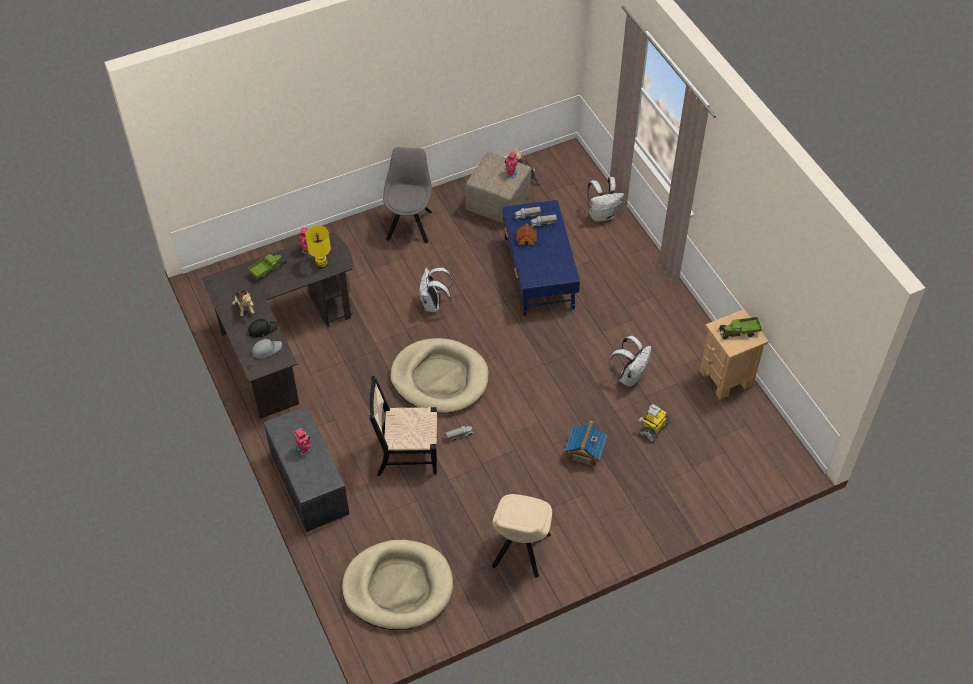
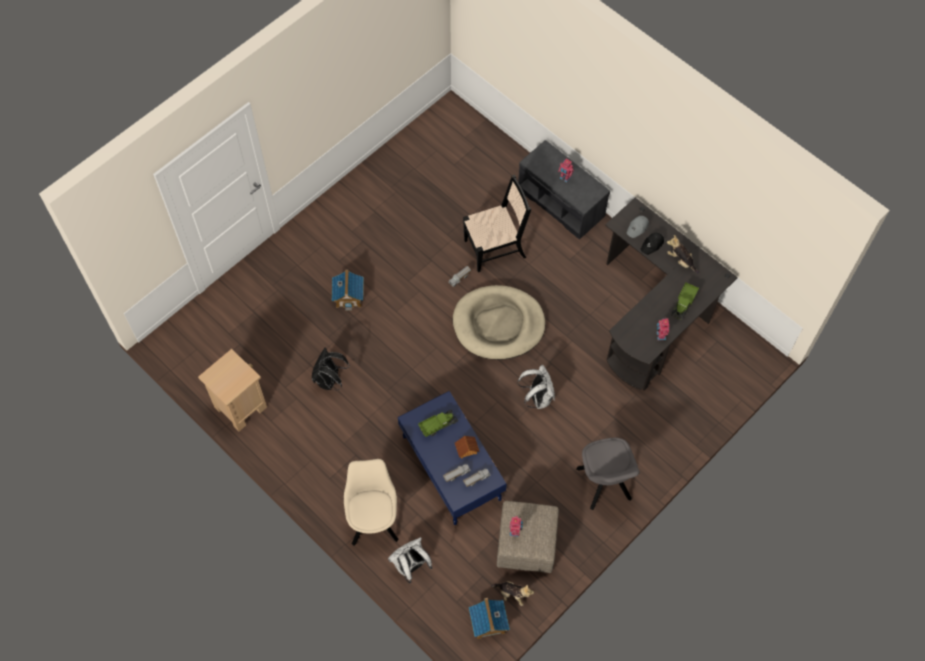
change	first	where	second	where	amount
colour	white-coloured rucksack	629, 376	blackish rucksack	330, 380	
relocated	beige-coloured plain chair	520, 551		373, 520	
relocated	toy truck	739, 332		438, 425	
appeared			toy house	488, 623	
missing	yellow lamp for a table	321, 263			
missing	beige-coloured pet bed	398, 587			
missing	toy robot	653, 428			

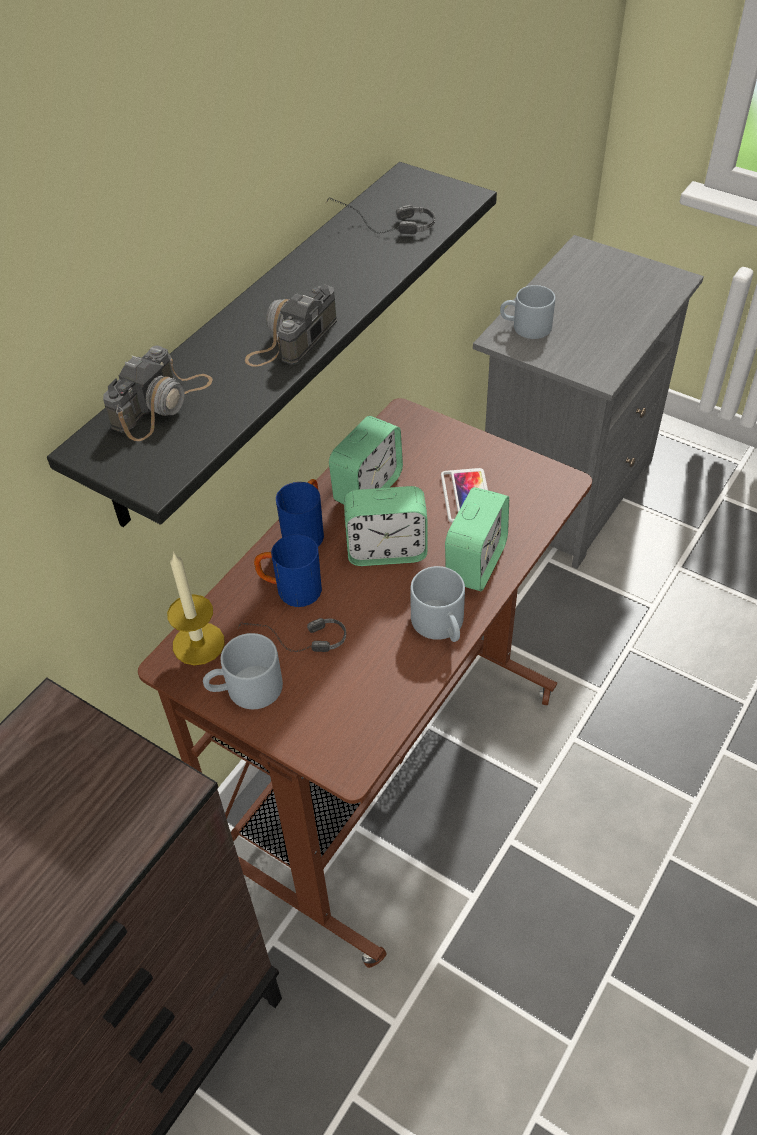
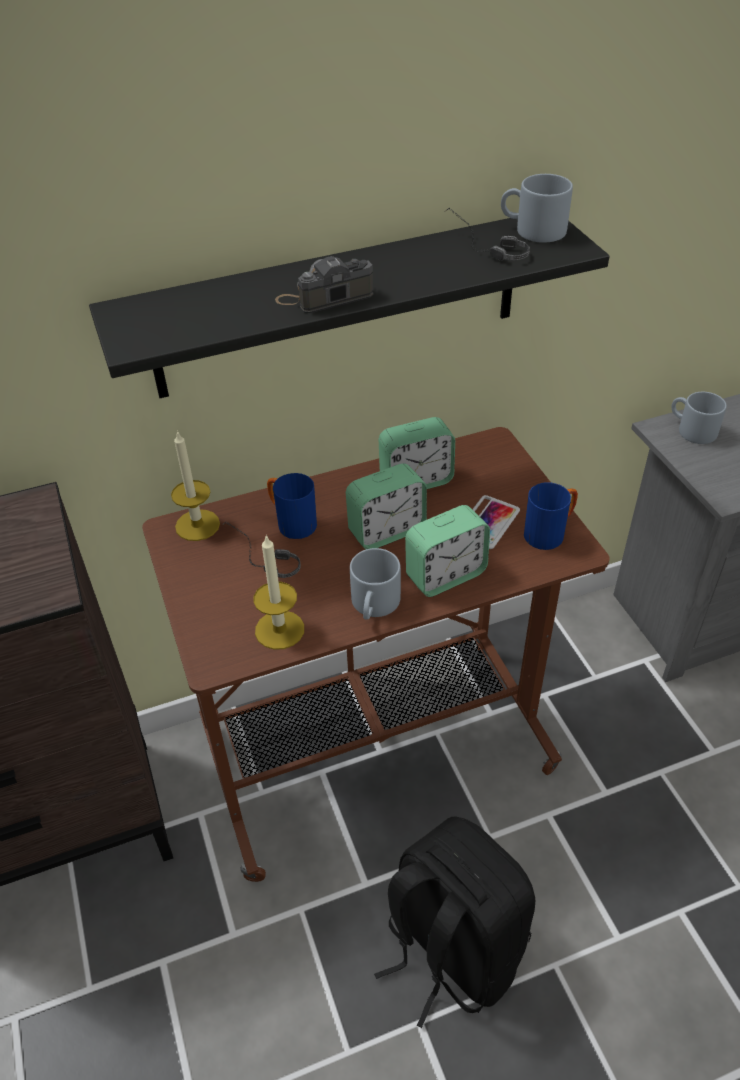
change	first	where	second	where	amount
appeared			wax light	279, 630	
spun	table clock	386, 550		386, 531	60 degrees counterclockwise
appeared			blackish rucksack	450, 949	
relocated	greyish tea mug	245, 690		532, 230	
relocated	bluish tea mug	306, 531		549, 533	
missing	still camera	162, 403			

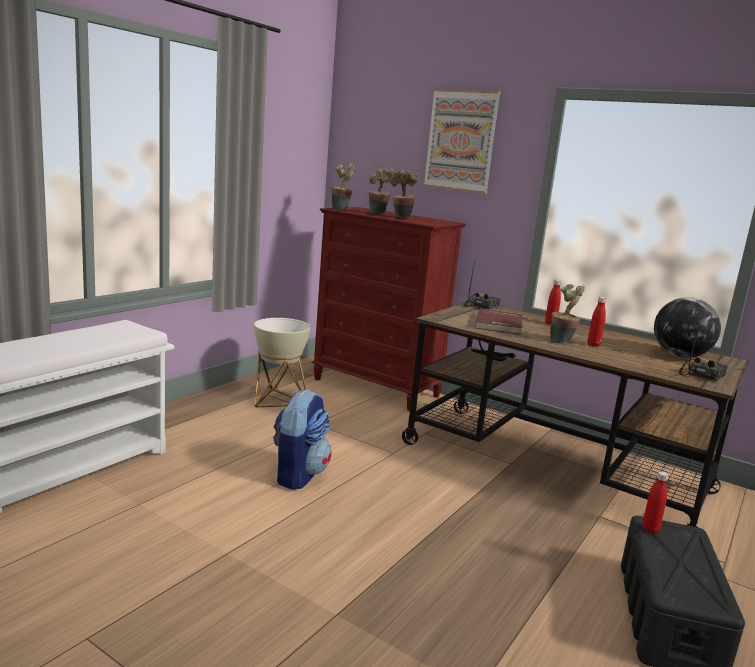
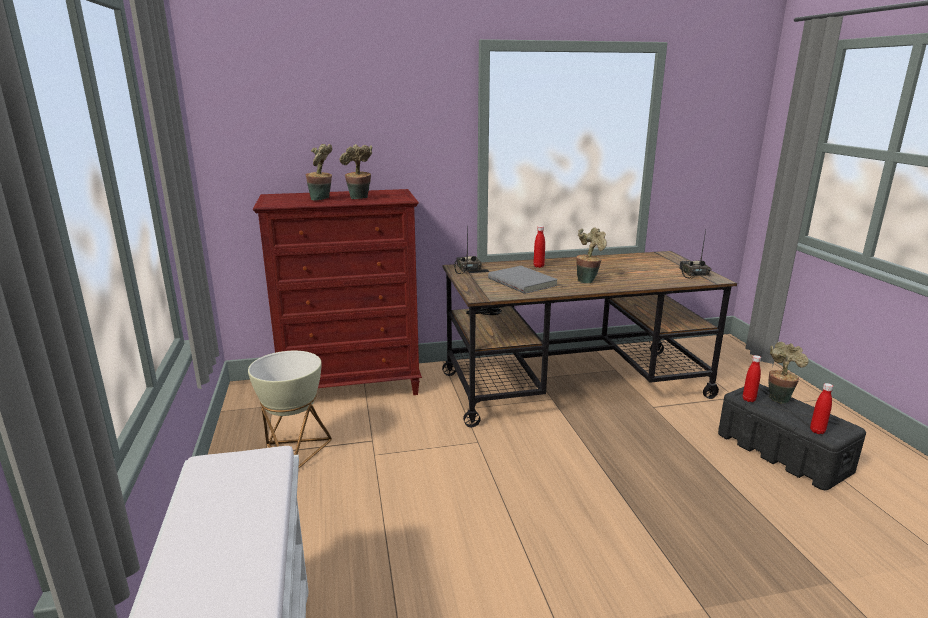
change	first	where	second	where	amount
colour	reddish bound book	500, 324	greyish bound book	523, 282	
relocated	houseplant	341, 209		779, 397	
relocated	reddish beverage bottle	593, 345		817, 431	
missing	rucksack	298, 474			
missing	picture	461, 141			
missing	globe	679, 356			

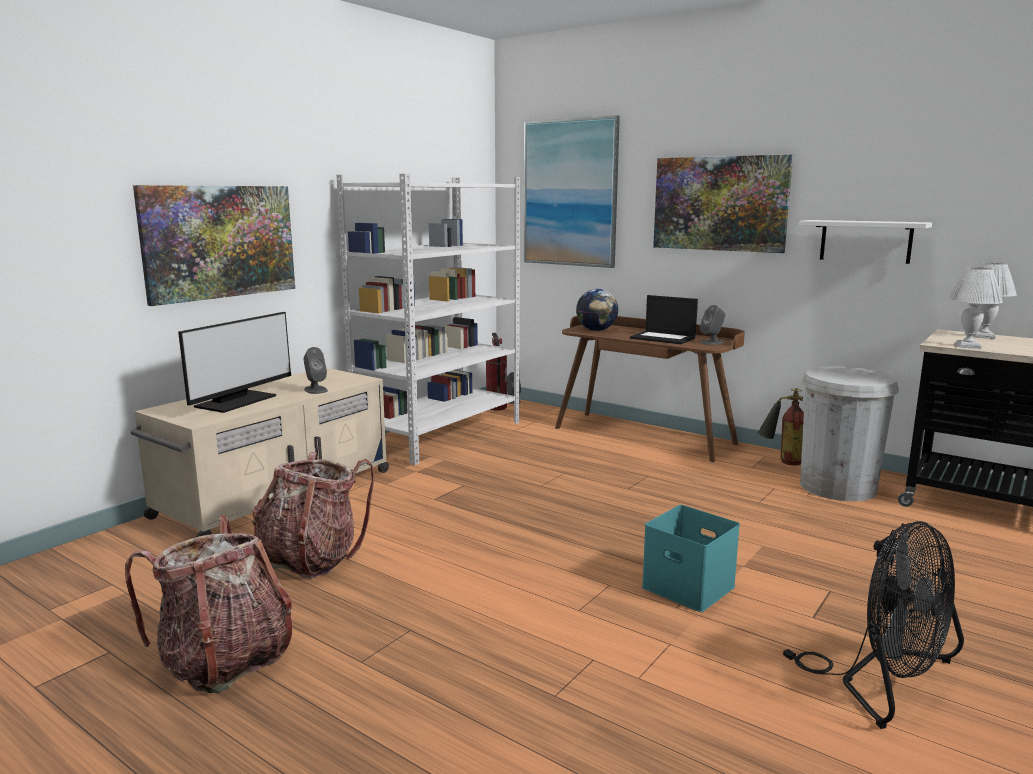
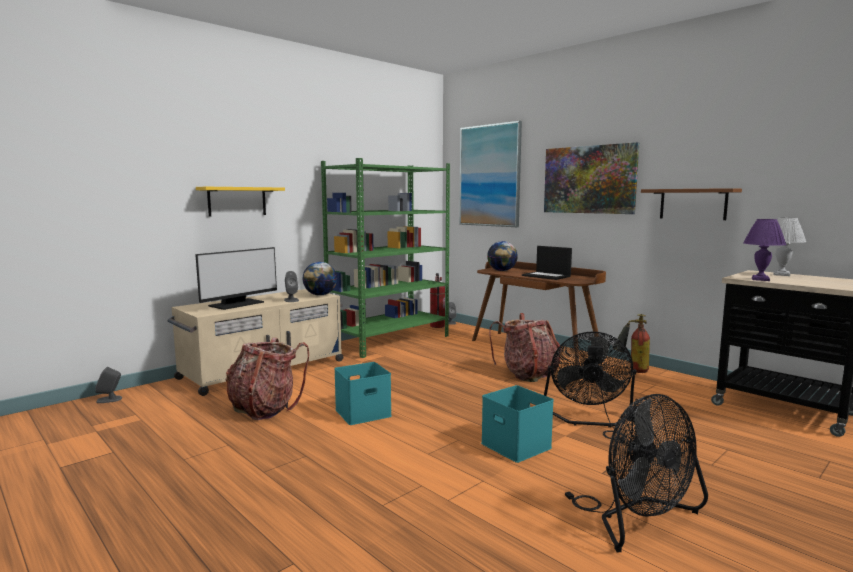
change	first	where	second	where	amount
relocated	greyish loudspeaker	712, 342		109, 399	
exchanged	picture	220, 242	yellow bracket shelf	237, 201	
appeared			globe	320, 295	
colour	white-coloured shelving unit	439, 434	green-coloured shelving unit	389, 340	
appeared			turquoise storage box	363, 412	
relocated	rucksack	225, 660		527, 374	
appeared			blackish fan	593, 421	
colour	white-coloured bracket shelf	865, 241	brown-coloured bracket shelf	693, 204	
colour	white-coloured lamp for a table	968, 346	purple lamp for a table	761, 279	
missing	white-coloured waste bin	837, 487			

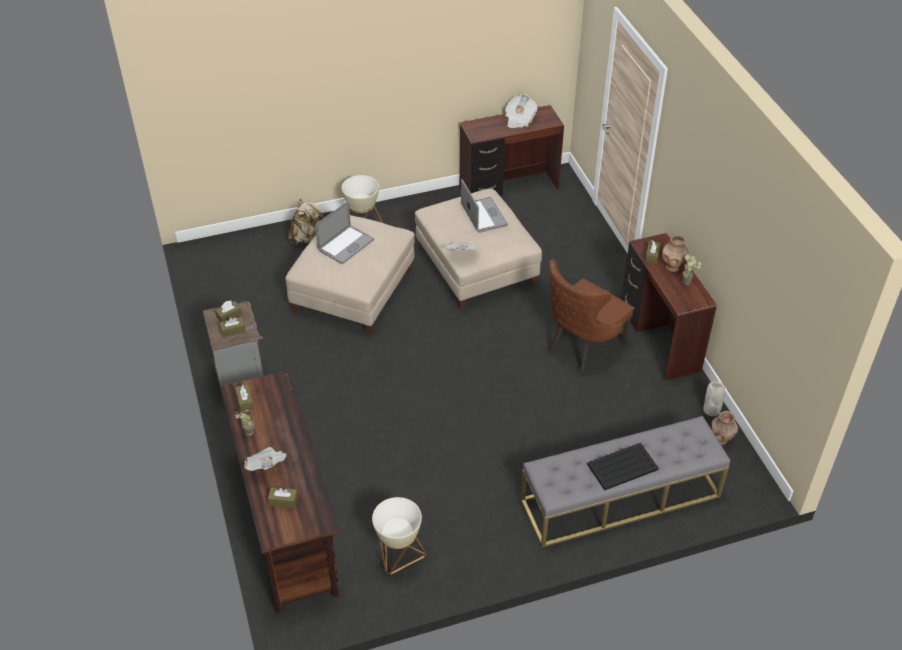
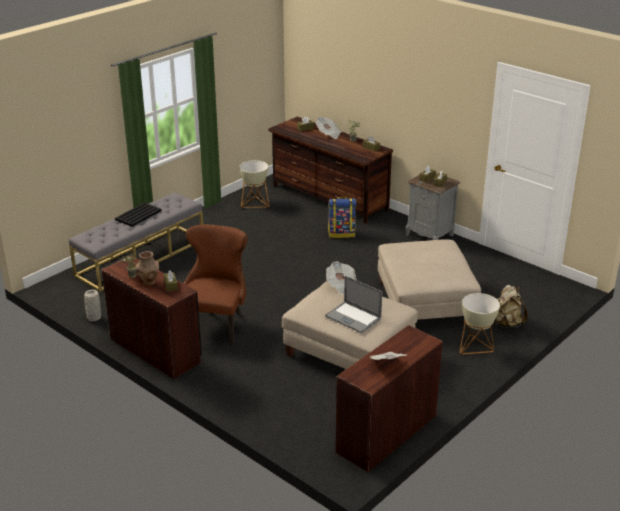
change	first	where	second	where	amount
appeared			rucksack	342, 233	
missing	laptop	346, 245			
missing	brown-coloured decorative vase	720, 440			

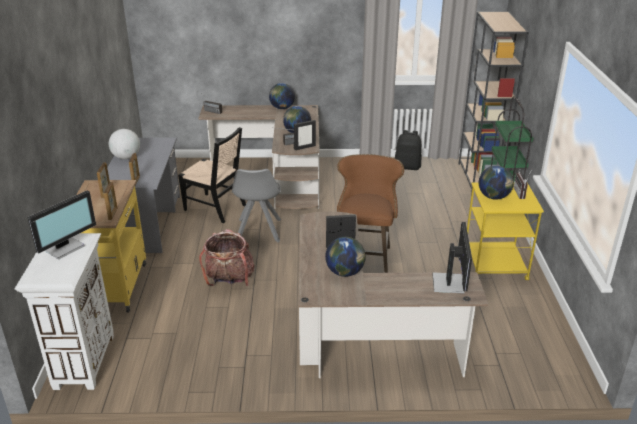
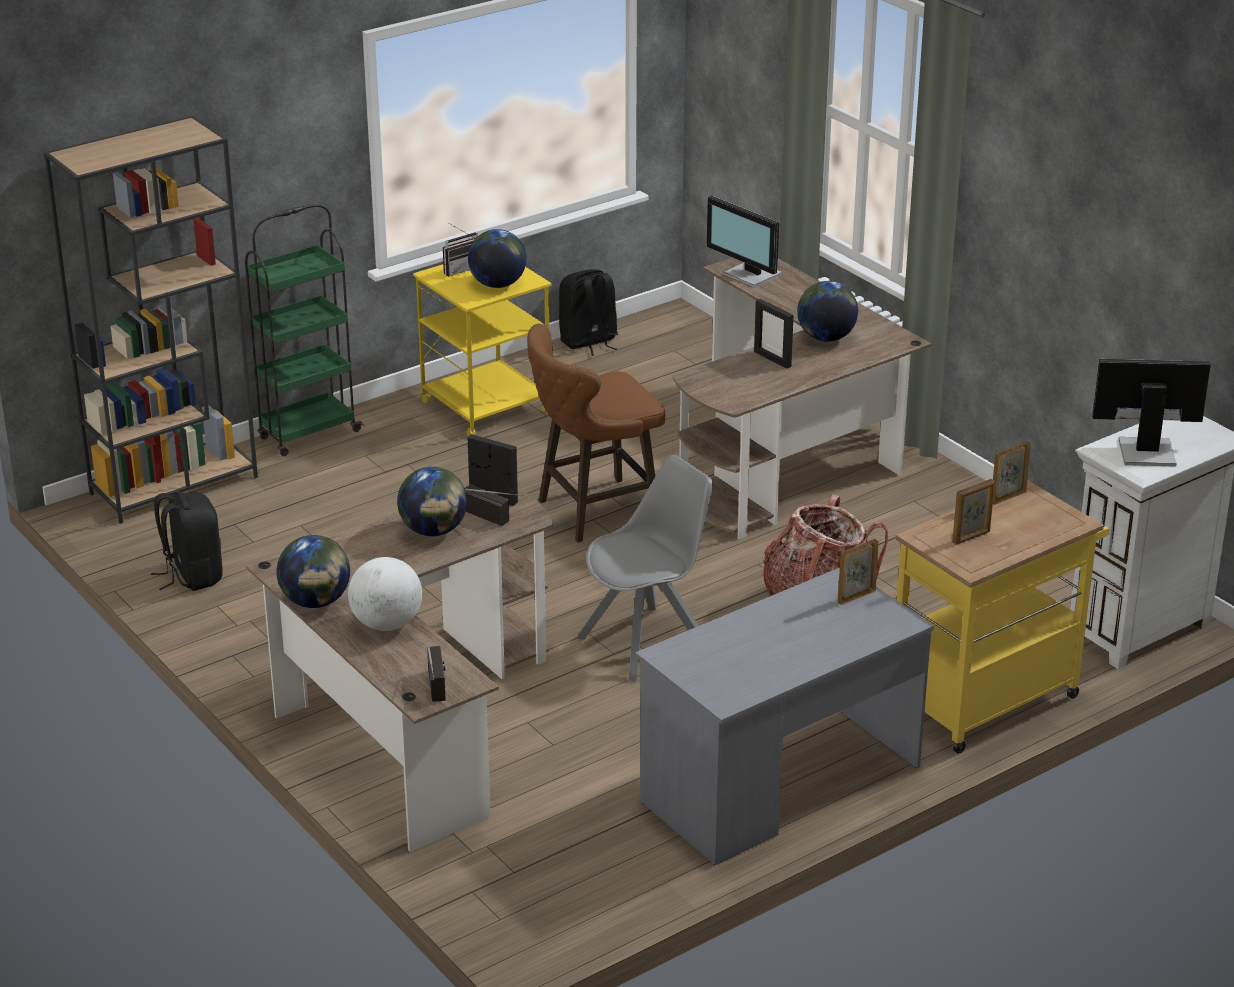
change	first	where	second	where	amount
relocated	globe	126, 157		387, 624	
appeared			blackish rucksack	588, 342	
spun	computer screen	449, 283		751, 275	105 degrees counterclockwise
missing	plain chair	215, 208			

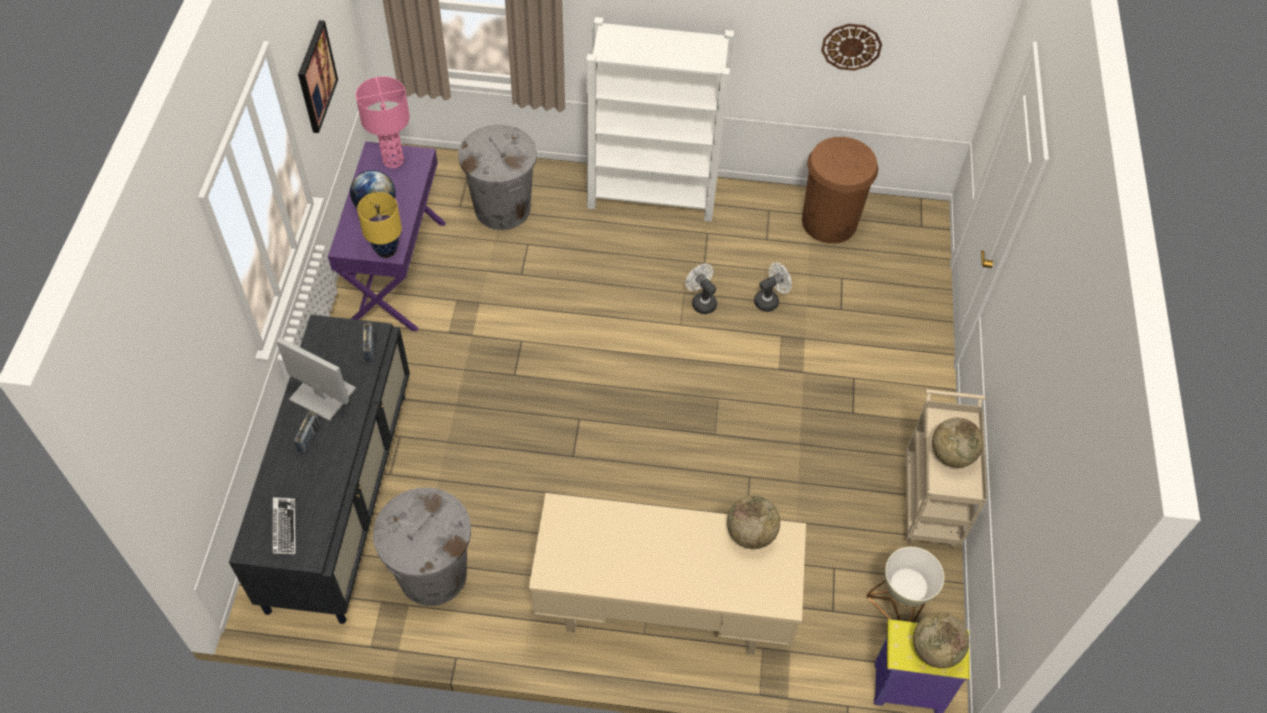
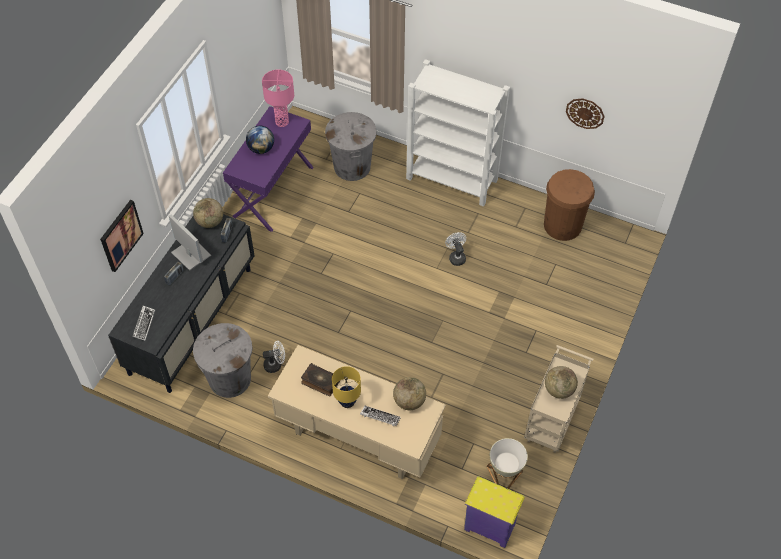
change	first	where	second	where	amount
relocated	picture	316, 76		120, 235	
relocated	globe	934, 650		210, 222	
relocated	white-coloured fan	770, 300		275, 364	
appeared			bound book	320, 382	
relocated	yellow lamp for a table	386, 250		347, 401	
appeared			PC keyboard	380, 417	

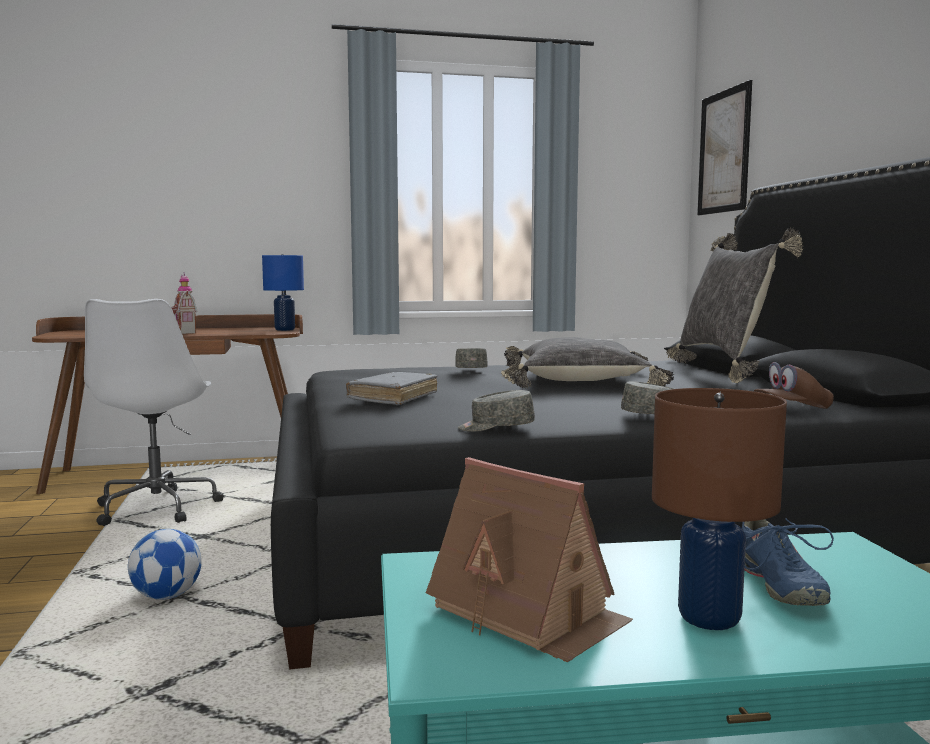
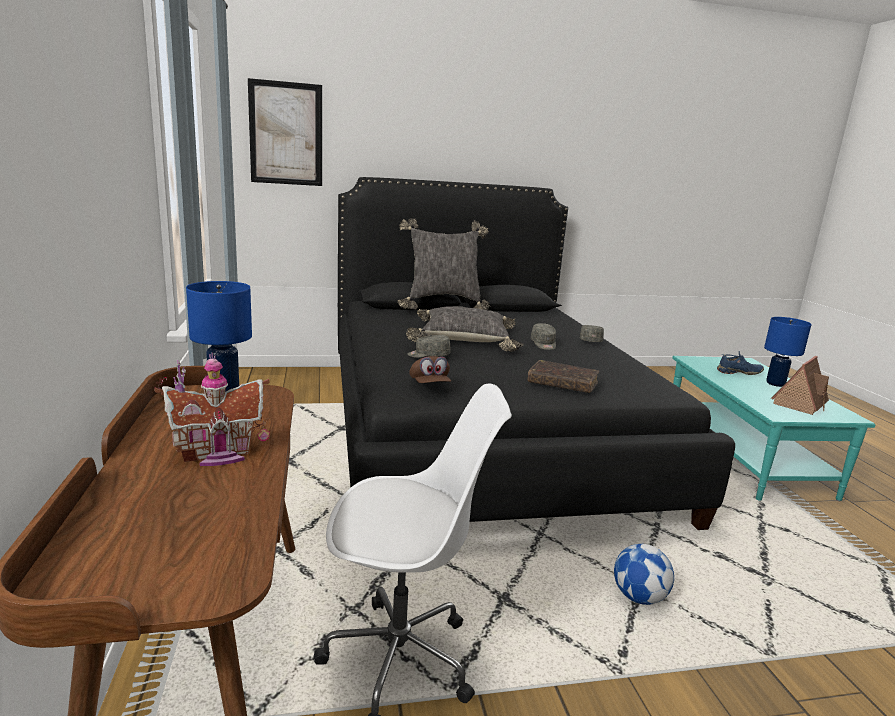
change	first	where	second	where	amount
relocated	brown-coloured cap	792, 409		429, 385	
colour	greyish bound book	393, 398	brown-coloured bound book	562, 384	
relocated	greyish cap	496, 428		543, 344	
colour	brown-coloured lamp for a table	712, 618	bluish lamp for a table	774, 383	

